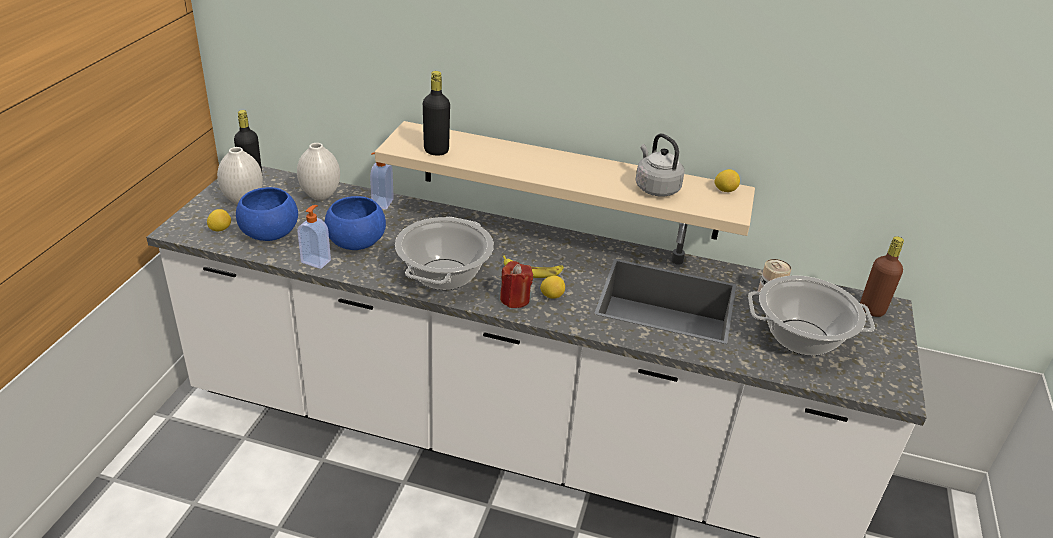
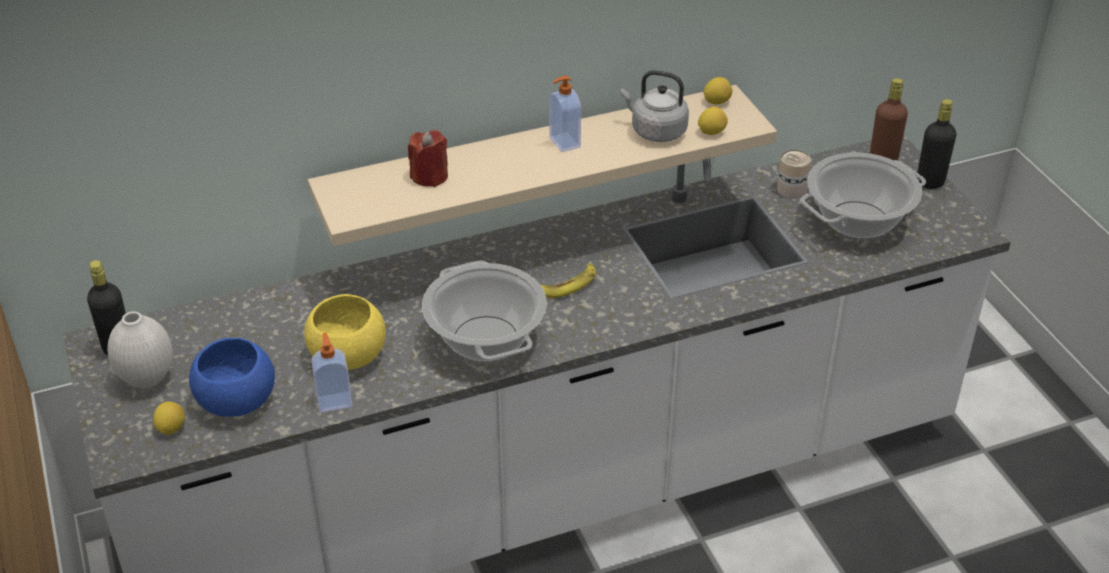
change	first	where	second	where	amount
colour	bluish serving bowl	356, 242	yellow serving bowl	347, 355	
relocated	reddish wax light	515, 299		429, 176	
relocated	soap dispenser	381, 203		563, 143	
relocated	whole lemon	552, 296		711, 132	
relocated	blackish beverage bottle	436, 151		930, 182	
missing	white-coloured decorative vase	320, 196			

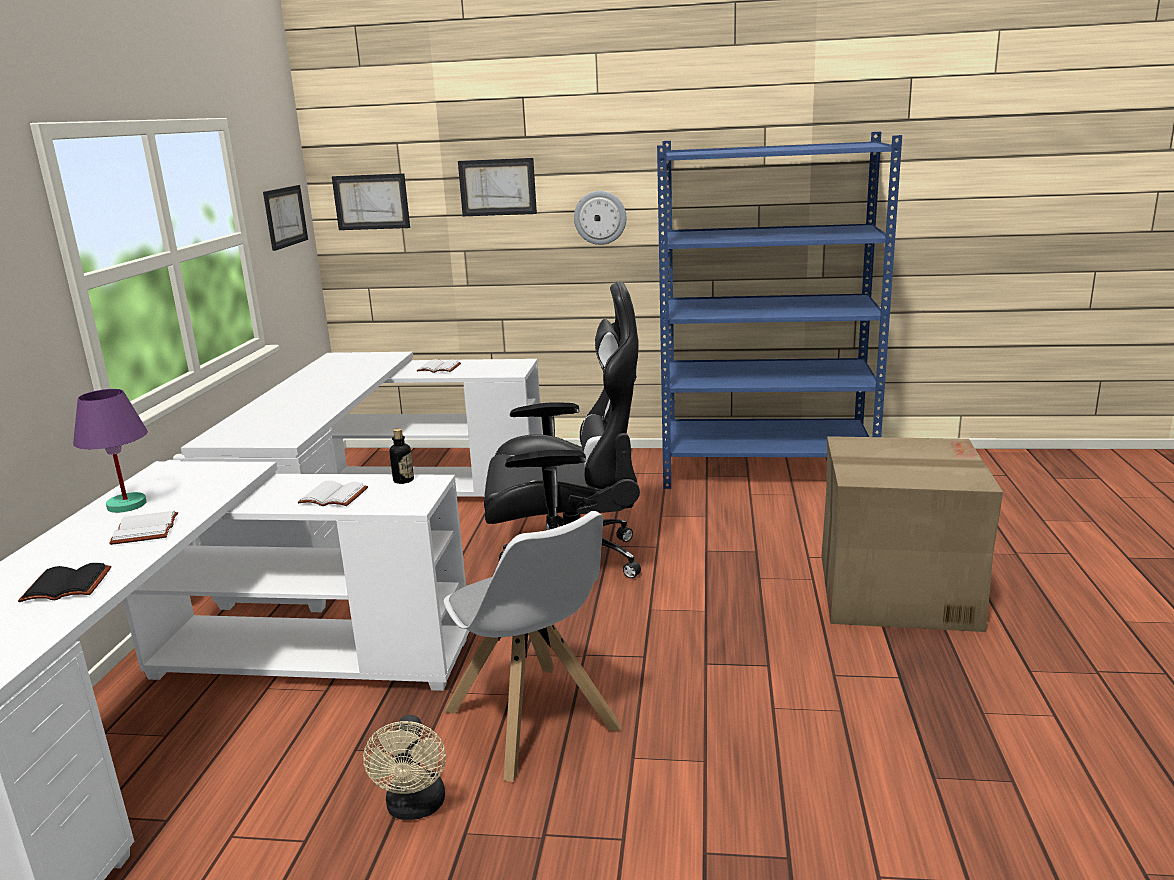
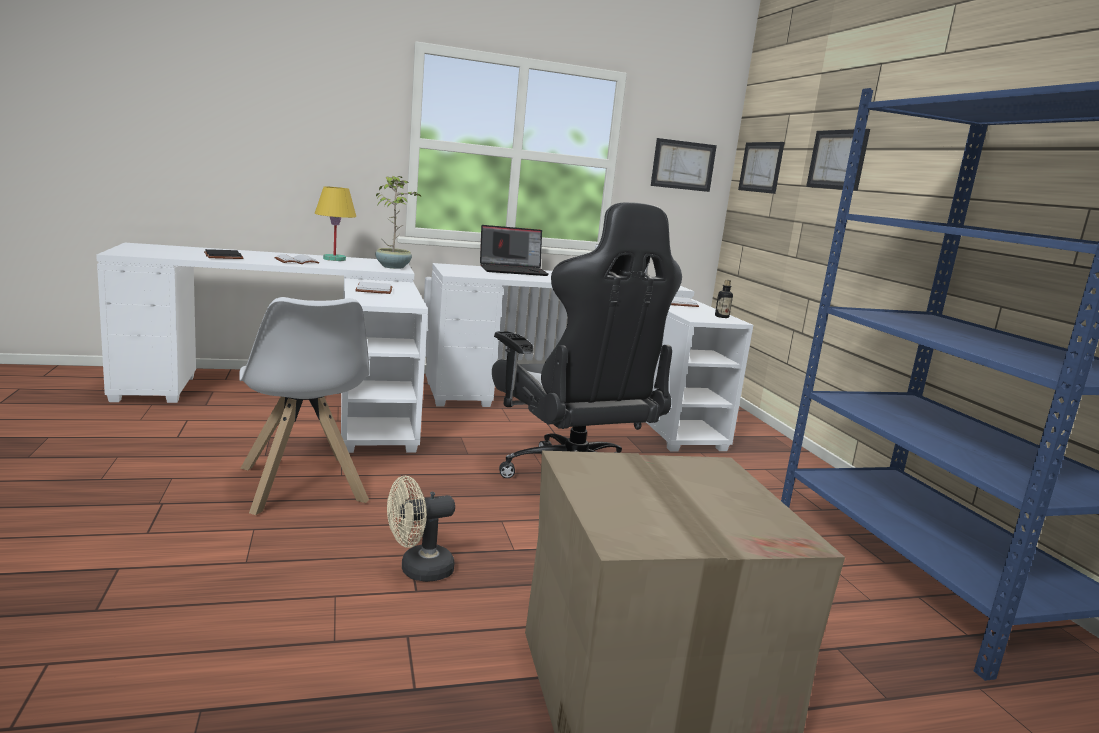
change	first	where	second	where	amount
spun	plain chair	533, 722		303, 486	60 degrees counterclockwise
colour	purple lamp for a table	128, 505	yellow lamp for a table	334, 259	
appeared			houseplant	393, 267	
relocated	beige-coloured fan	415, 808		418, 570	
appeared			laptop	513, 270	
relocated	beverage bottle	403, 480		721, 316	
missing	hanging clock	600, 217			

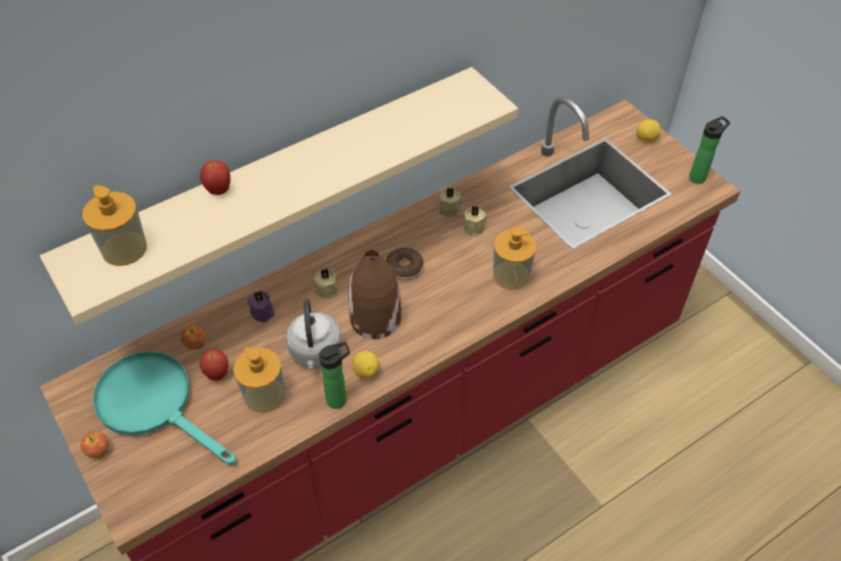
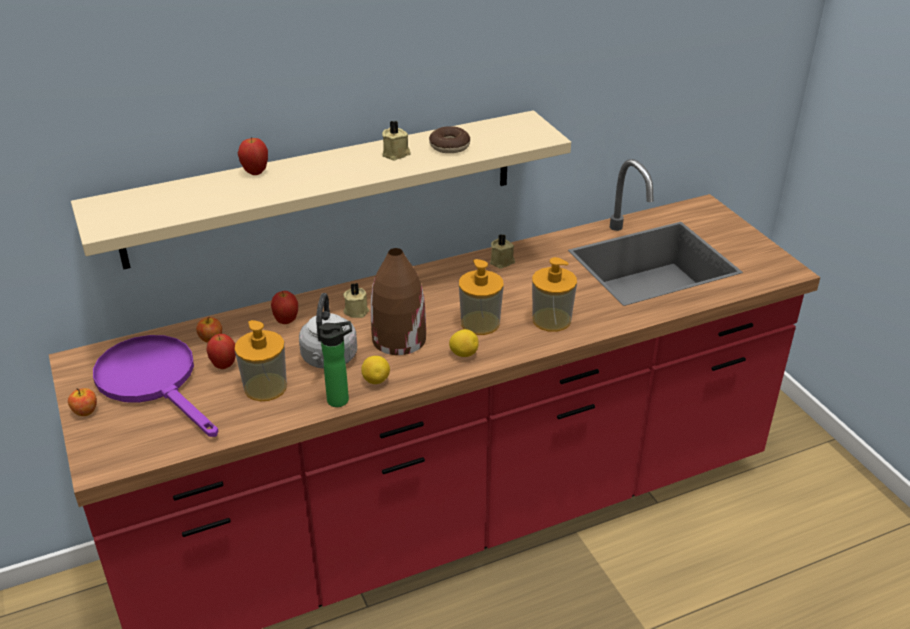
change	first	where	second	where	amount
colour	turquoise skillet	155, 404	purple skillet	154, 381	
exchanged	purple wax light	263, 311	whole apple	286, 321	
relocated	beige-coloured wax light	475, 228		396, 154	
relocated	ring doughnut	404, 267		449, 146	
relocated	whole lemon	646, 138		463, 354	
relocated	soap dispenser	124, 248		480, 323	
missing	beverage bottle	699, 177			

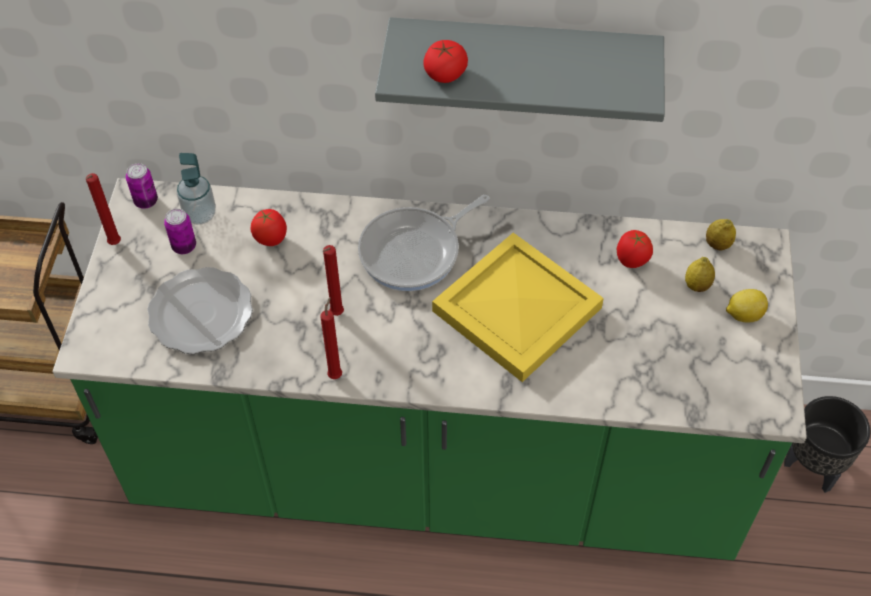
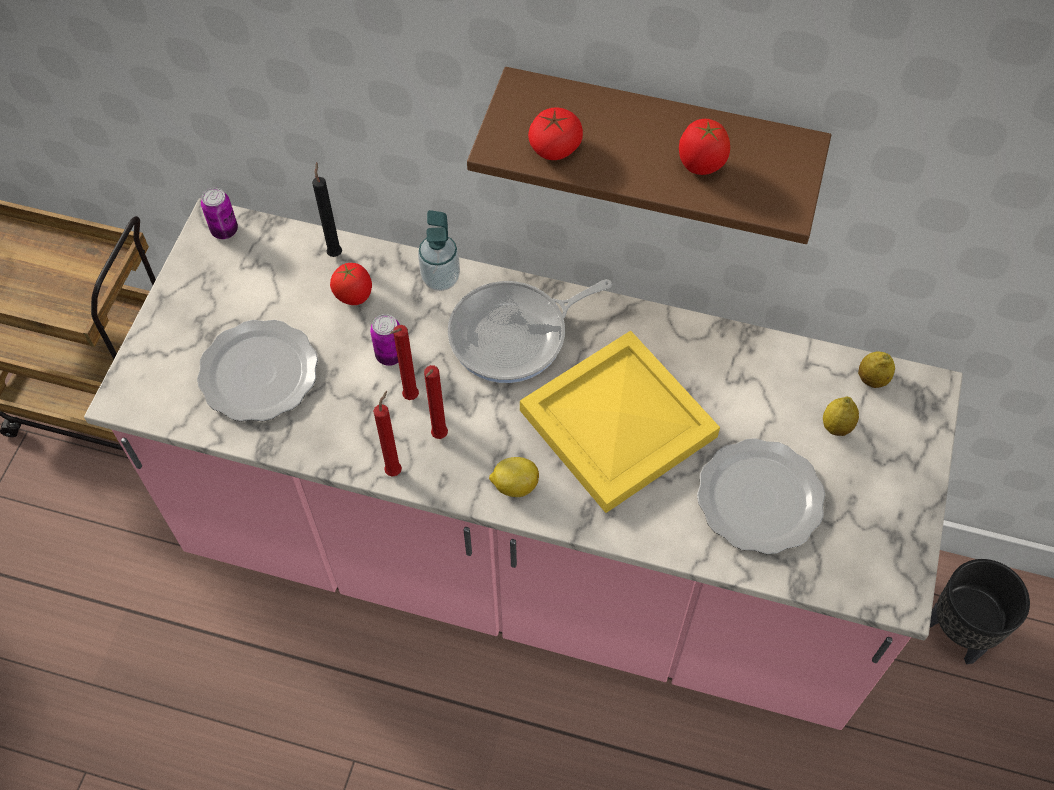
change	first	where	second	where	amount
colour	green-coloured kitchen counter	436, 467	pinkish kitchen counter	528, 562	
appeared			blackish wax light	335, 252	
relocated	metal can	184, 246		390, 355	
relocated	soap dispenser	200, 214		440, 278	
relocated	reddish wax light	114, 245		438, 437	
colour	greyish bracket shelf	522, 66	brown-coloured bracket shelf	659, 143	
relocated	whole lemon	743, 314		514, 485	
relocated	tomato	631, 262		700, 167	
appeared			flat dish	757, 498	

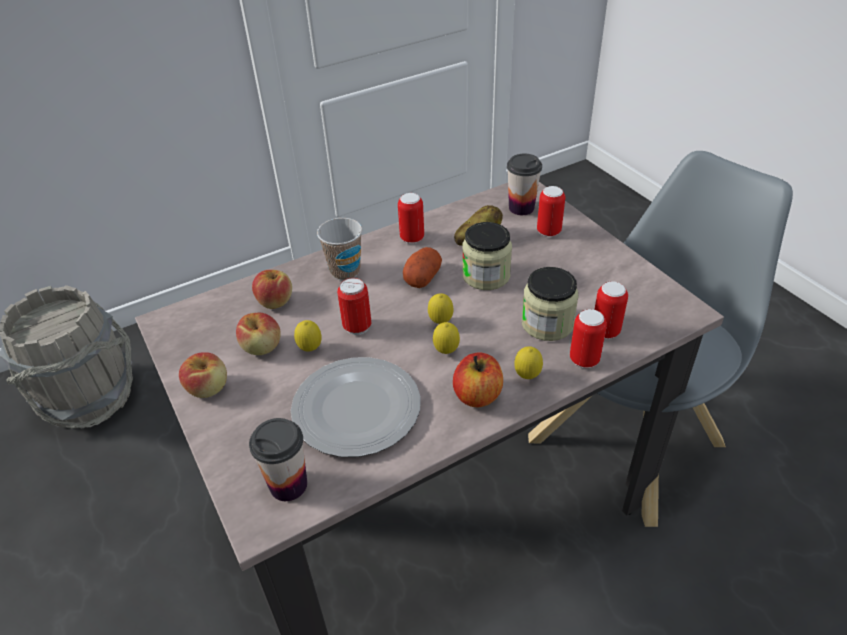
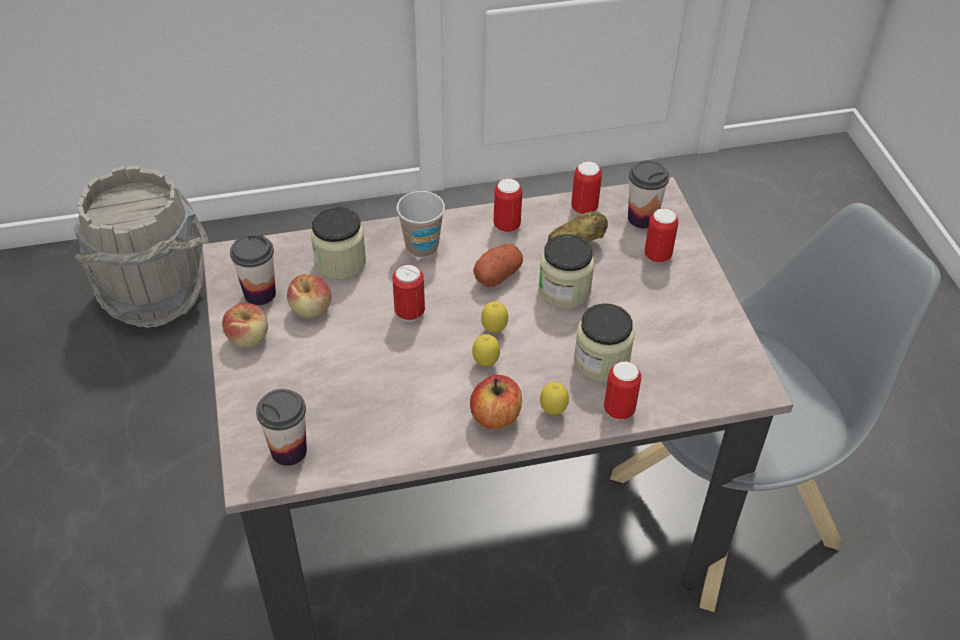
change	first	where	second	where	amount
appeared			drinking cup	260, 294	
exchanged	whole apple	275, 301	preserve jar	340, 262	
relocated	metal can	605, 331		584, 208	
missing	flat dish	355, 410			
missing	whole lemon	310, 349			

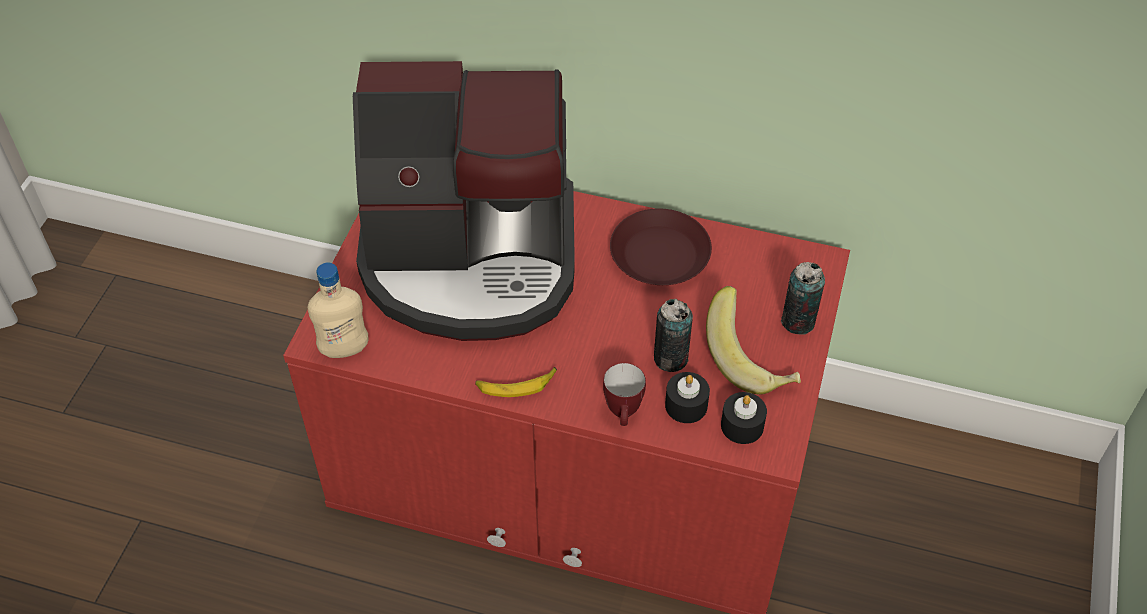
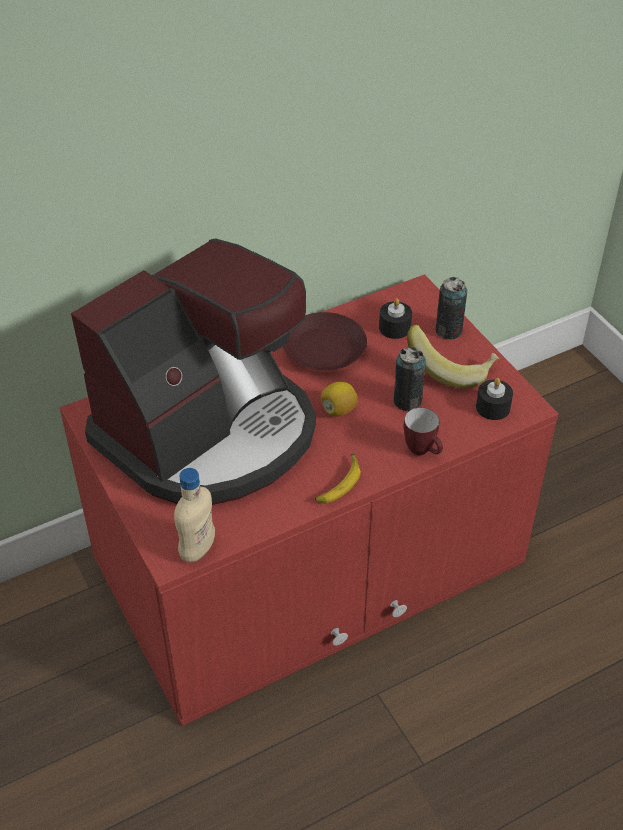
change	first	where	second	where	amount
appeared			whole lemon	338, 410	
relocated	blackish wax light	686, 405		394, 327	

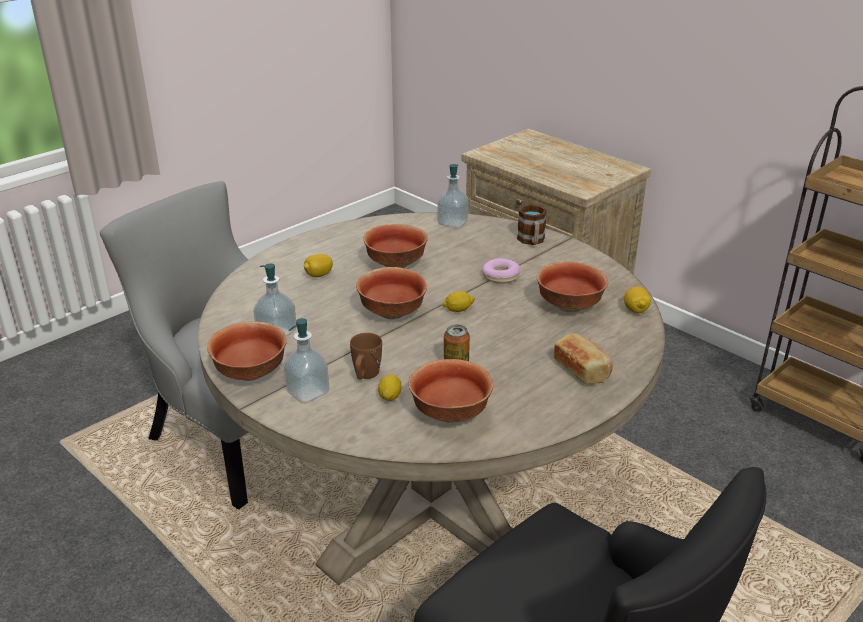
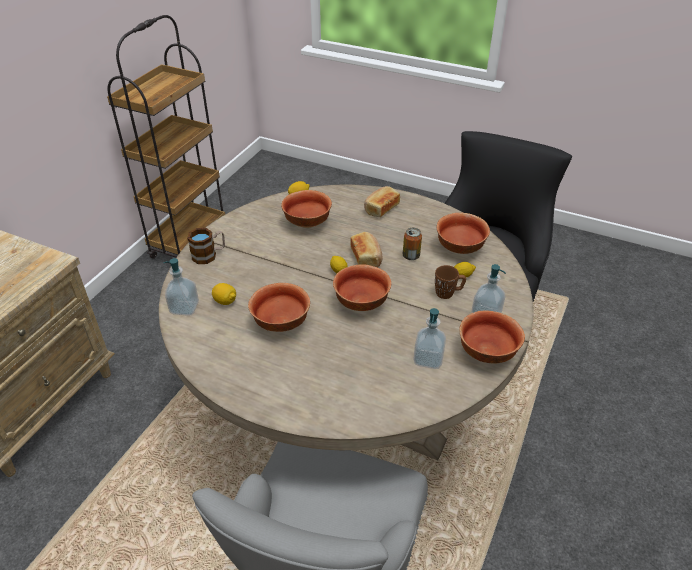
change	first	where	second	where	amount
relocated	whole lemon	318, 275		225, 301	
appeared			bread	366, 257	
missing	ring doughnut	500, 276			

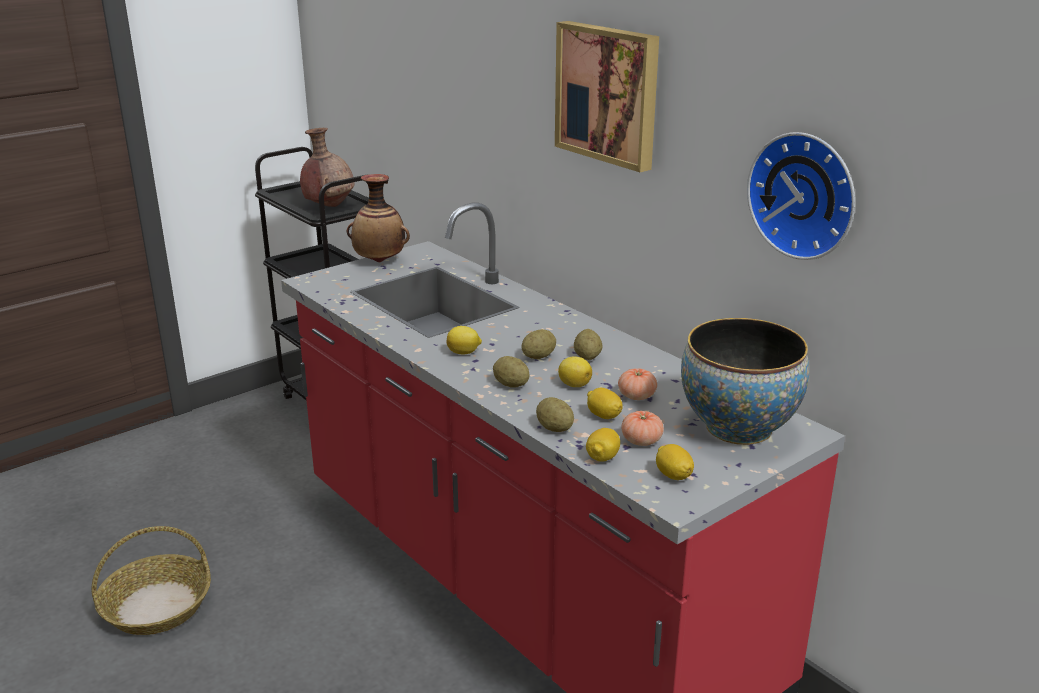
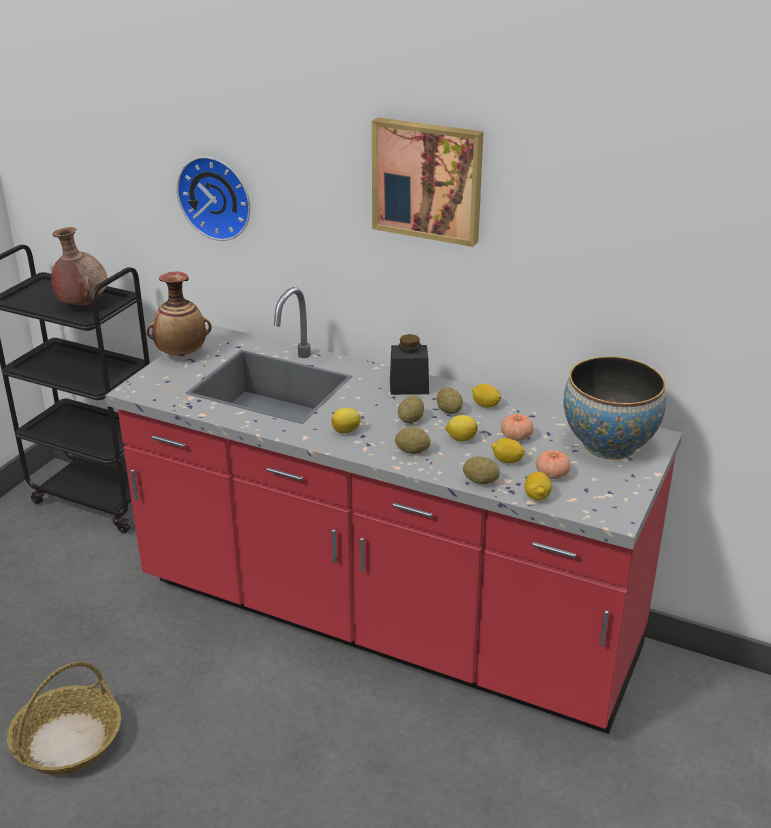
change	first	where	second	where	amount
relocated	hanging clock	805, 194		217, 197	
appeared			blackish preserve jar	409, 386	
relocated	whole lemon	673, 476		485, 405	

